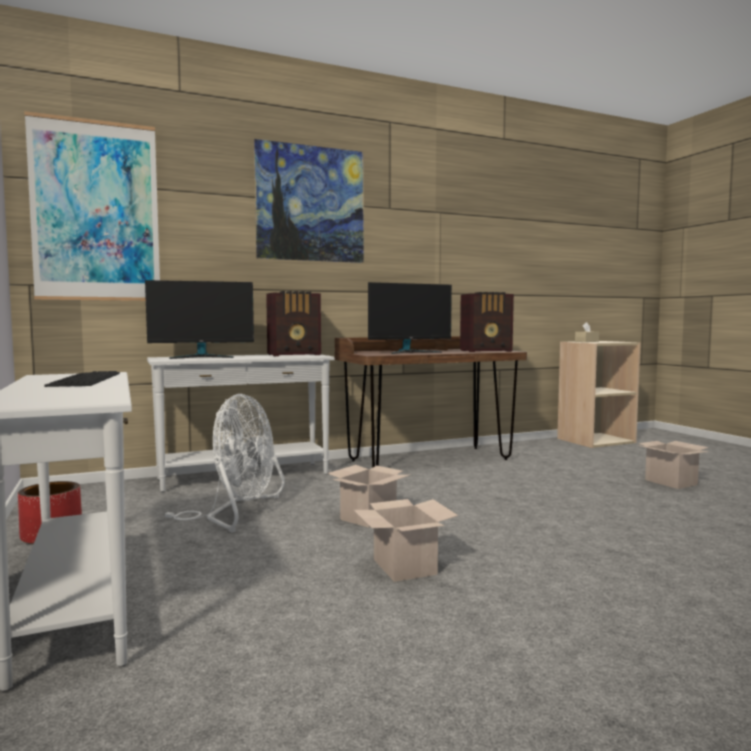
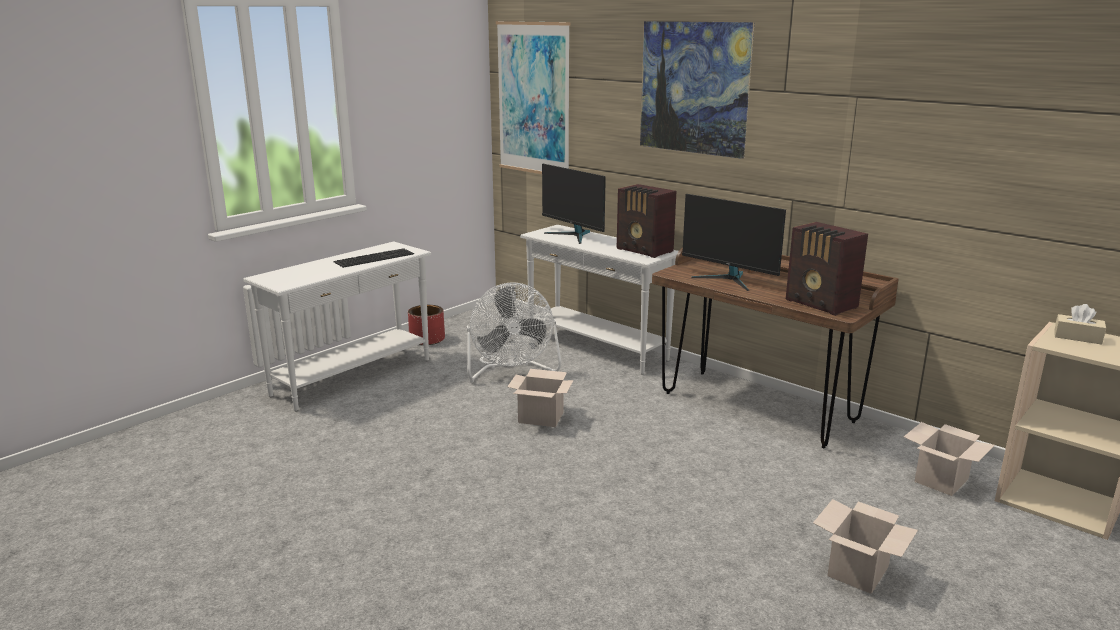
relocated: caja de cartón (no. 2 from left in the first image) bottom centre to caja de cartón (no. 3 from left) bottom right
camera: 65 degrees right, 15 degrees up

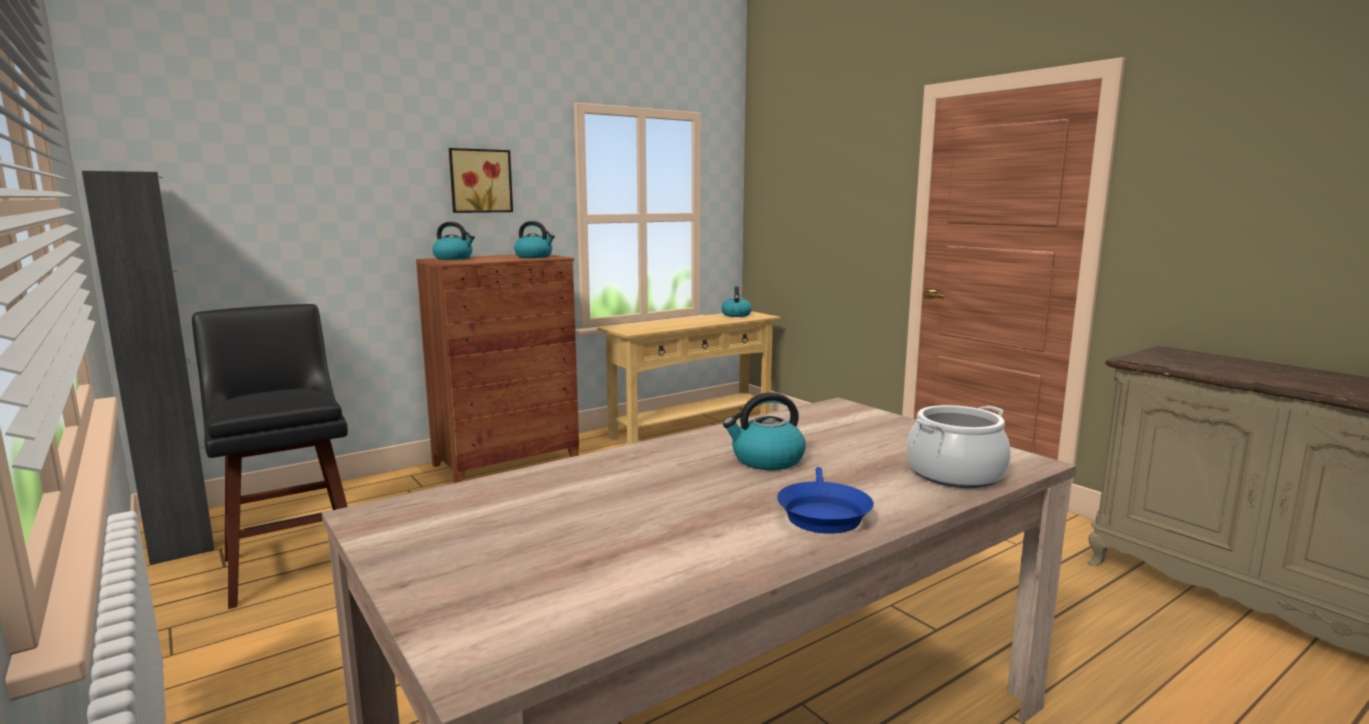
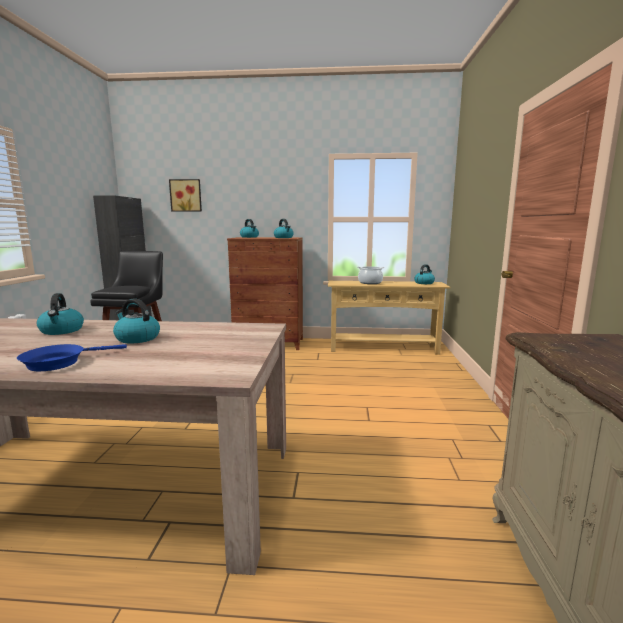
appeared: hervidor (no. 1 from left) middle left
relocated: cuadro top centre to top left; olla middle right to centre
camera: 40 degrees right, 0 degrees up

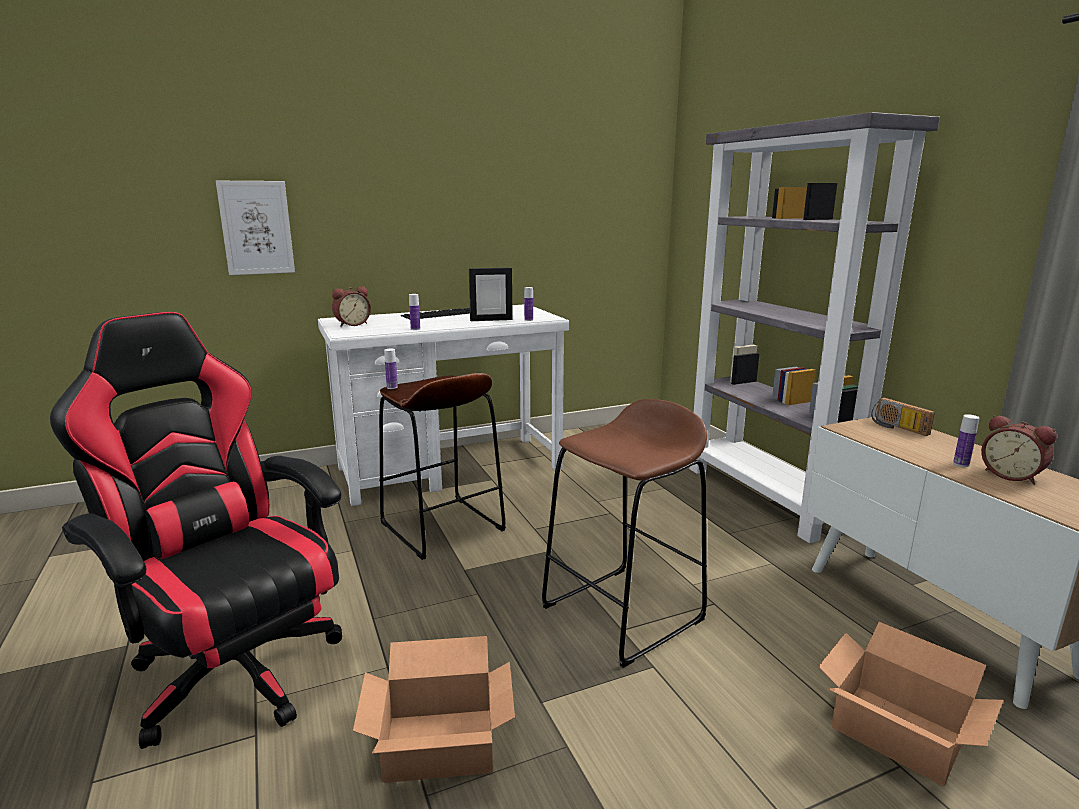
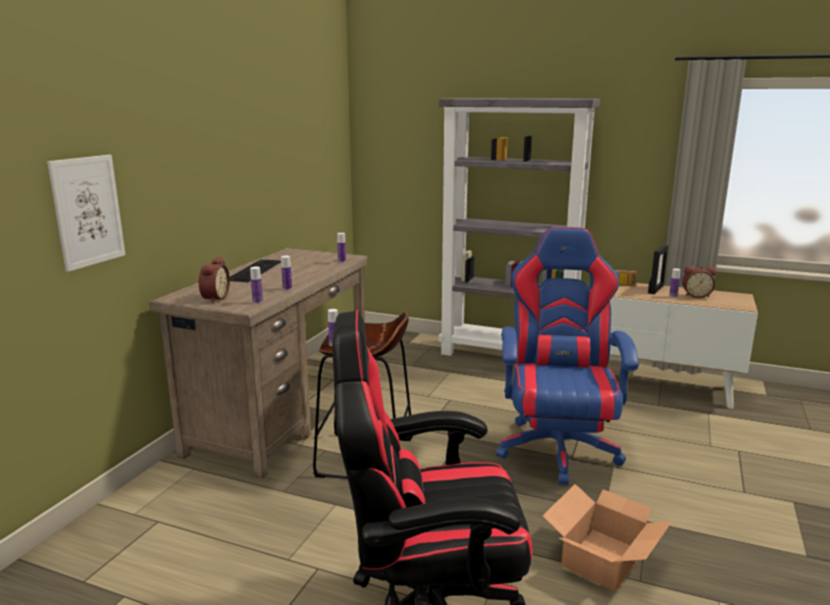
missing: caja de cartón (no. 2 from left) bottom right
appeared: botella (no. 1 from left) middle left
relocated: portarretratos centre to middle right
exchanged: taburete/marrón (no. 2 from left) centre to silla de oficina/azul middle right
colour: escritorio/blanco centre to escritorio/marrón middle left
camera: 45 degrees left, 0 degrees up

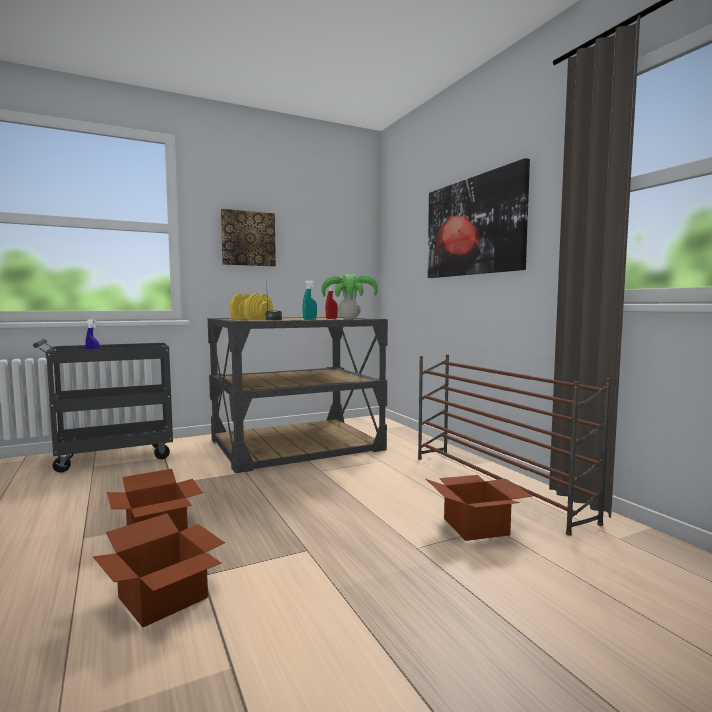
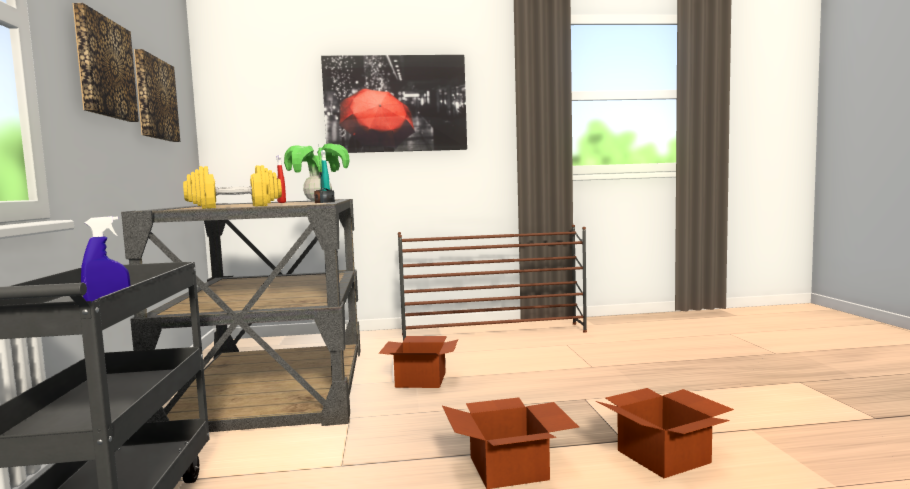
appeared: cuadro (no. 2 from left) top left
relocated: caja de cartón (no. 3 from left in the first image) bottom right to caja de cartón (no. 1 from left) bottom centre
camera: 70 degrees left, 0 degrees up

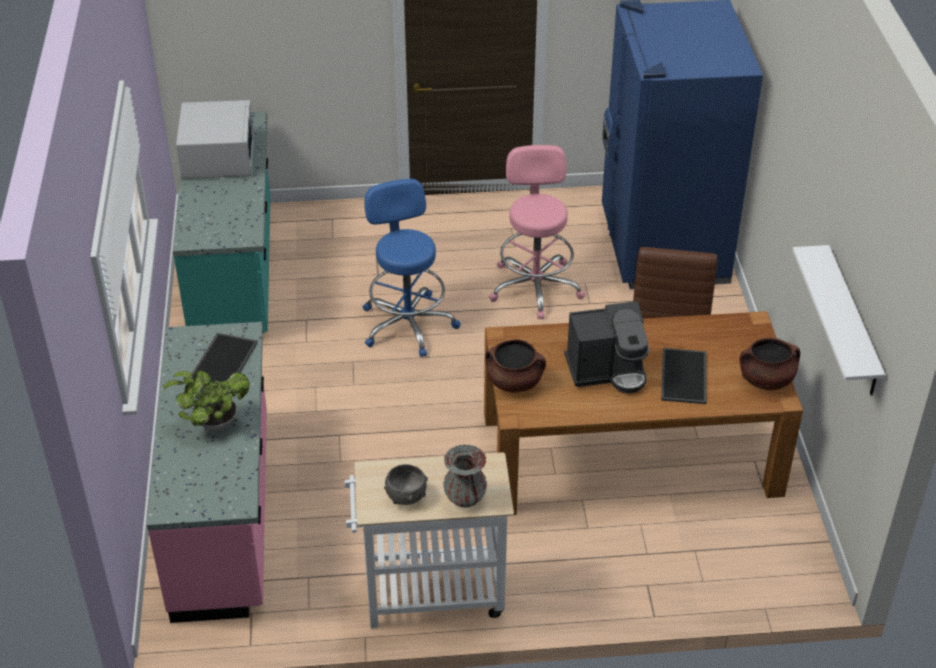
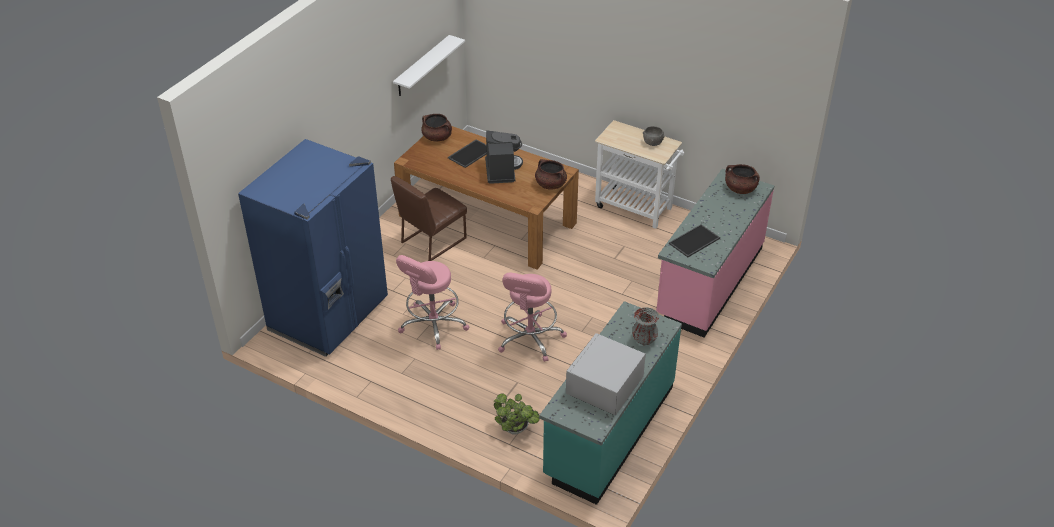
appeared: olla/marrón (no. 3 from left) middle right
relocated: planta en maceta middle left to bottom centre; florero/gris bottom centre to centre
colour: taburete/azul centre to taburete/rosa (no. 2 from left) centre
spun: cafetera centre = top centre 60 degrees clockwise
camera: 145 degrees left, 0 degrees up

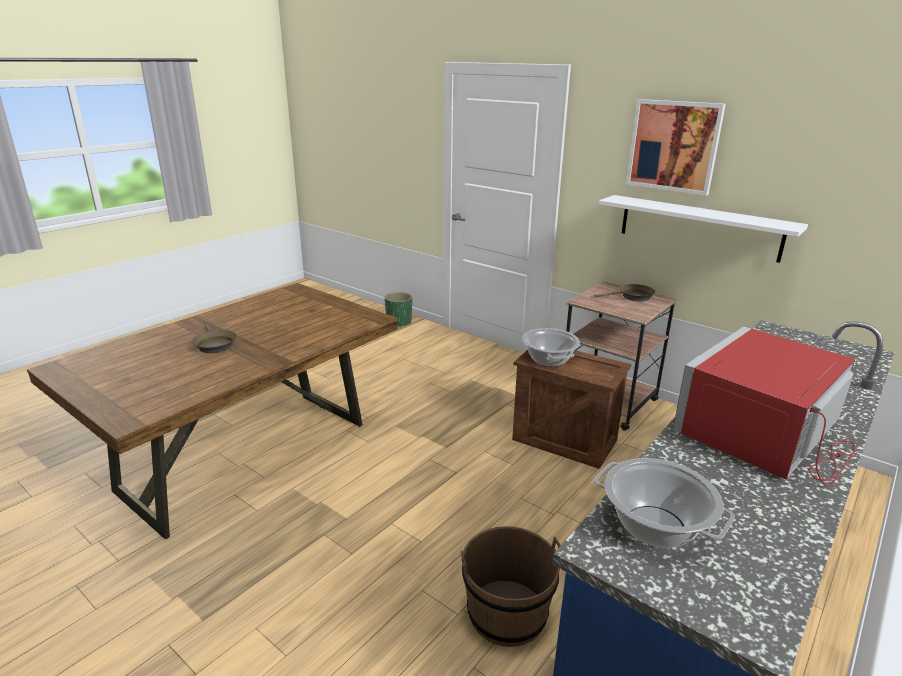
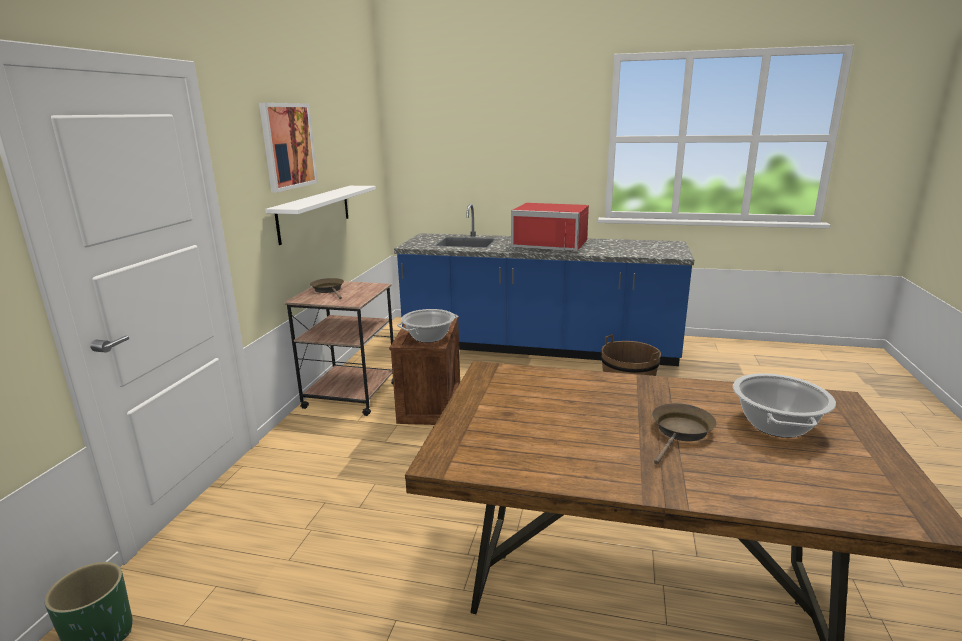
relocated: olla (no. 2 from left) bottom right to middle right
camera: 115 degrees left, 5 degrees down

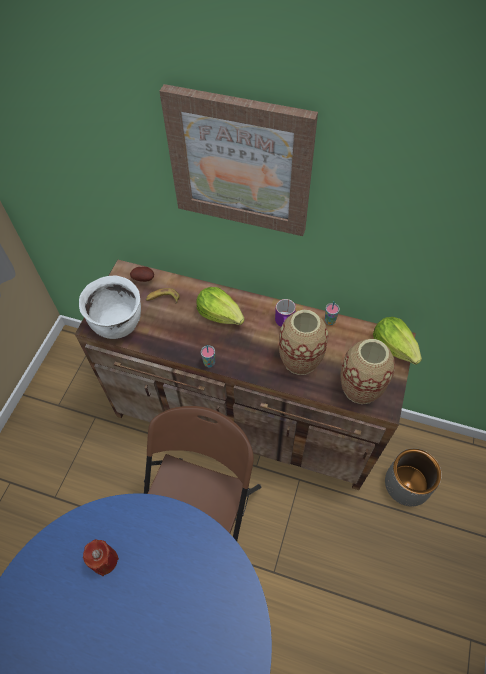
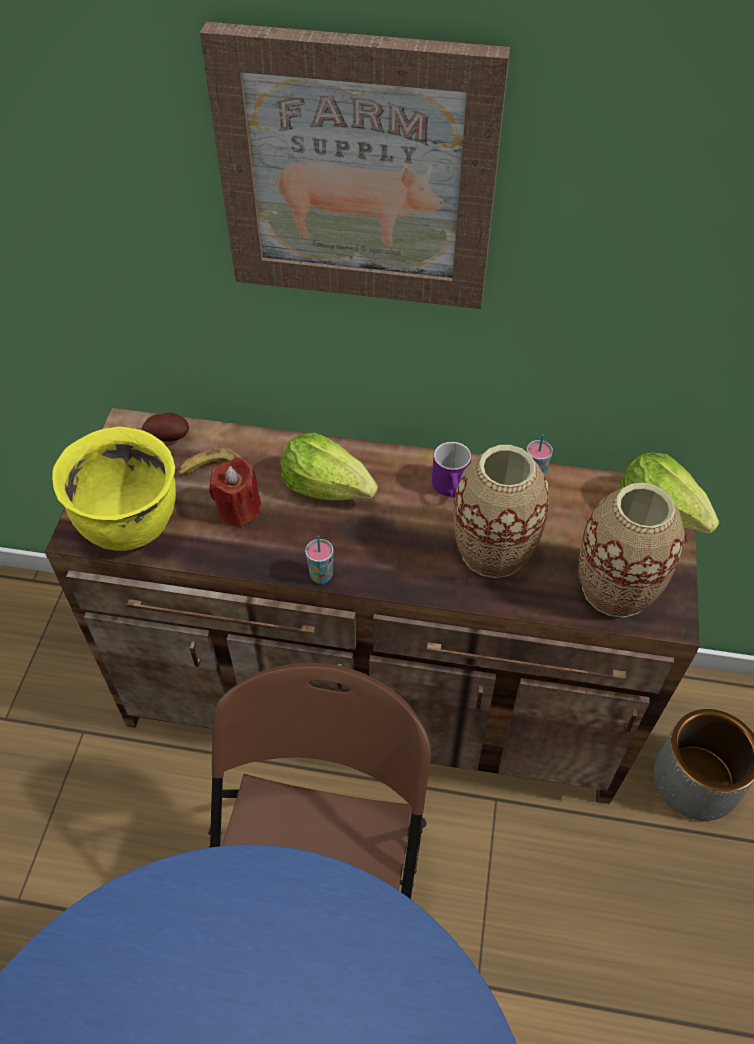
relocated: vela/rojo bottom left to middle left
colour: olla/blanco middle left to olla/amarillo middle left
camera: 10 degrees left, 5 degrees down

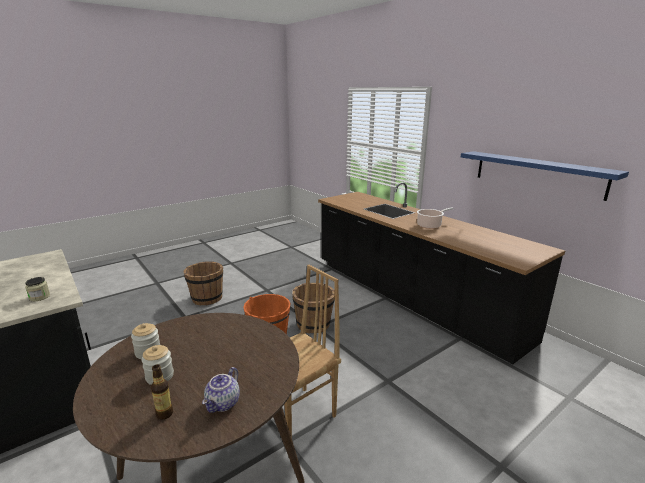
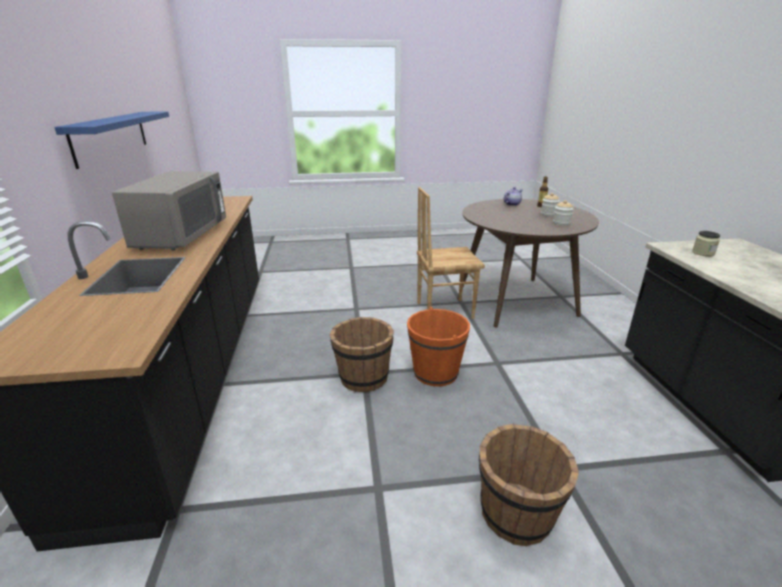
exchanged: olla middle right to microondas/gris middle left
camera: 150 degrees left, 5 degrees up

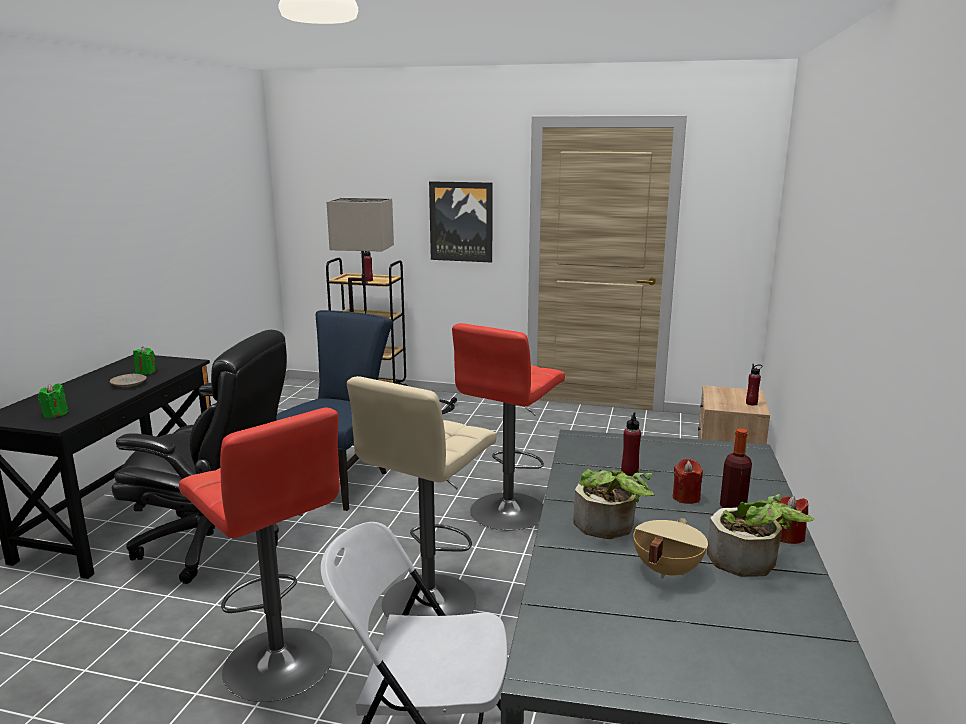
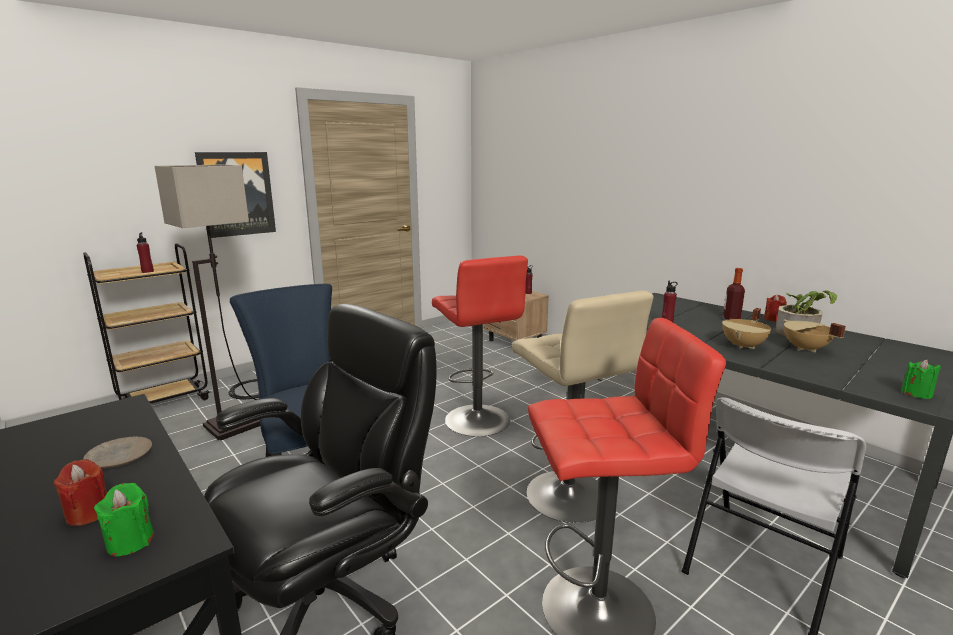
relocated: vela/verde (no. 2 from left) middle left to middle right; vela/rojo (no. 1 from left) middle right to bottom left
exchanged: planta en maceta (no. 1 from left) bottom centre to olla/beis (no. 1 from left) middle right
camera: 55 degrees left, 0 degrees up

